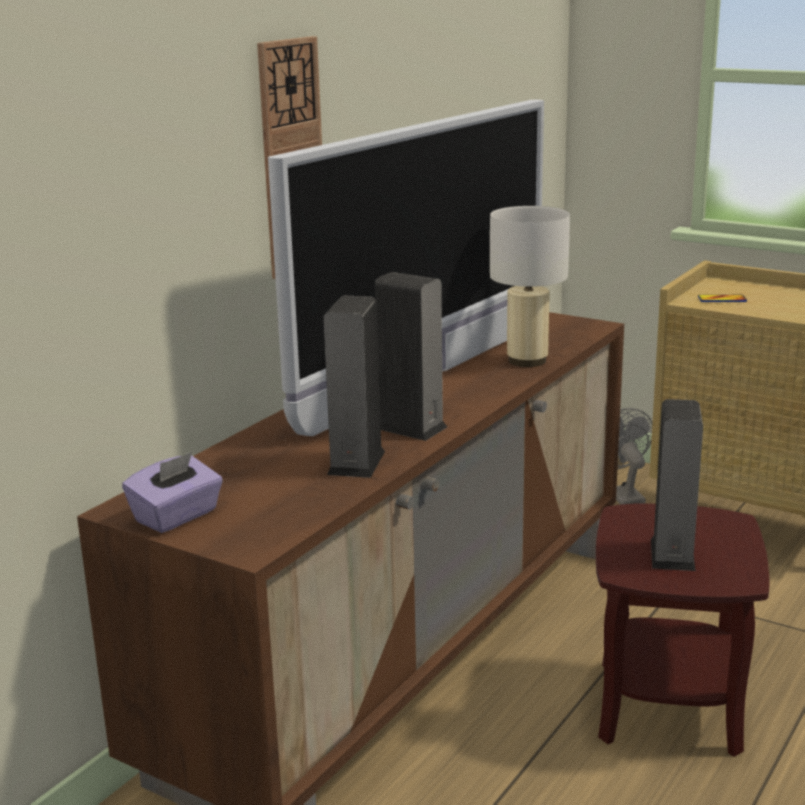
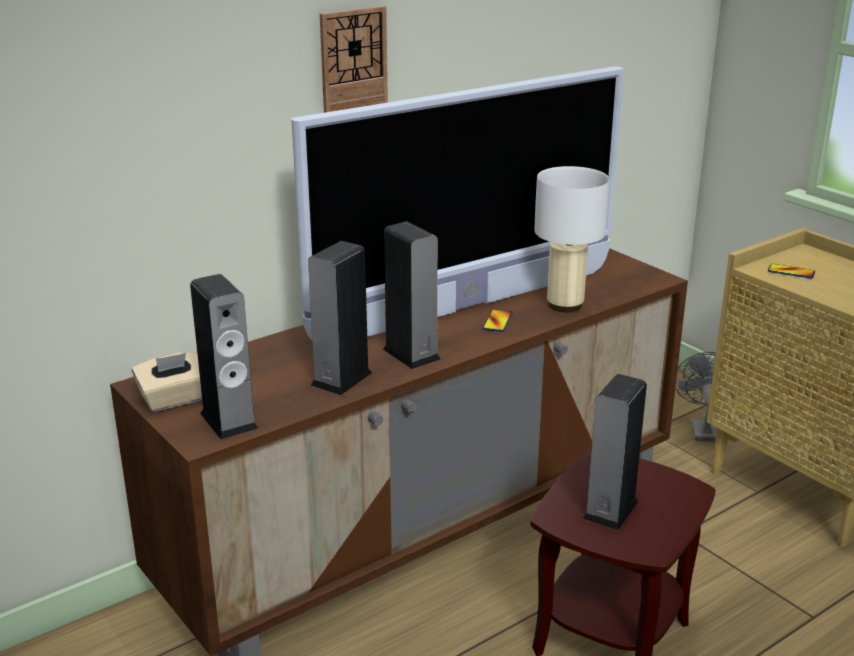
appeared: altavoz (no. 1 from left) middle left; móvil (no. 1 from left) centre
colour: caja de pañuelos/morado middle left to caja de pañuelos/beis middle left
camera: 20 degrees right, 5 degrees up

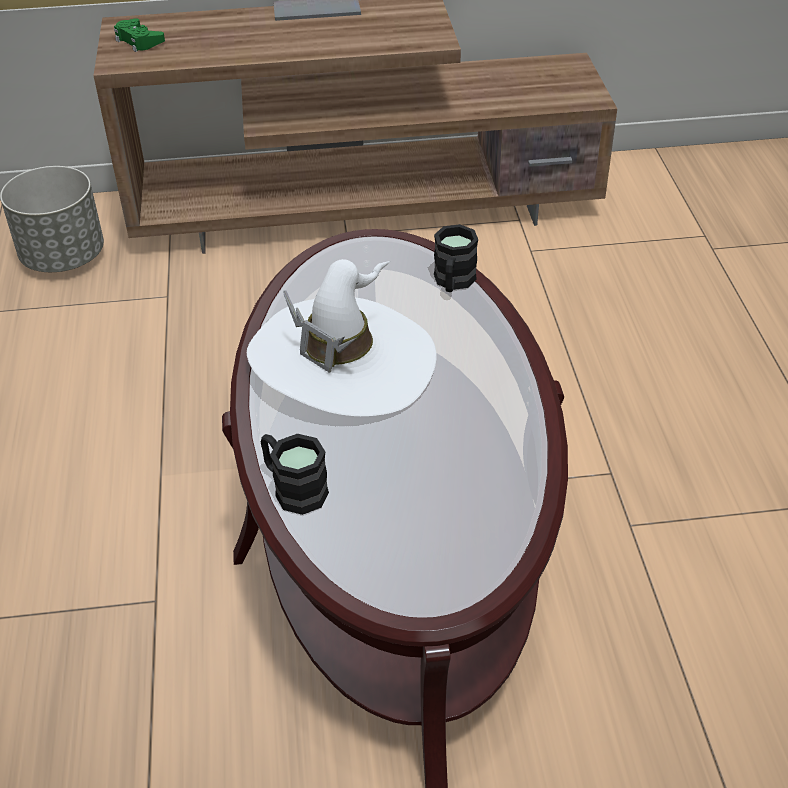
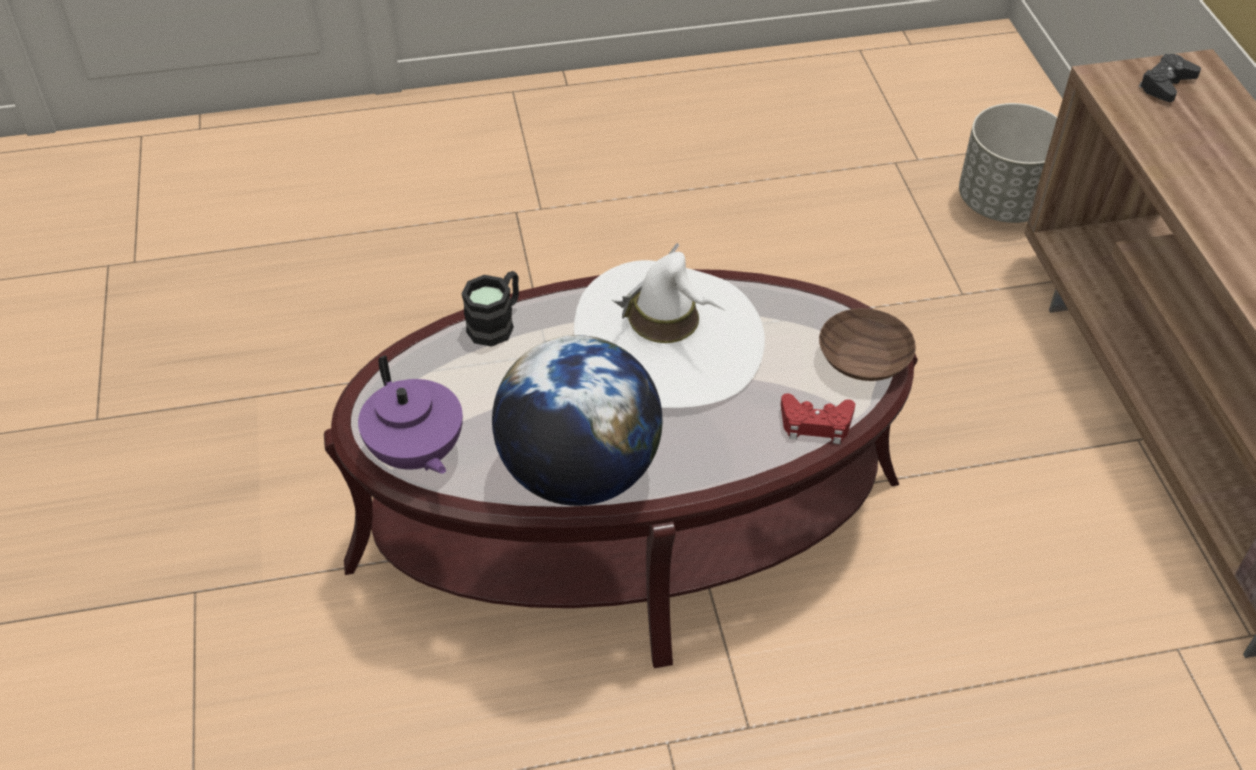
appeared: tetera/morado middle left; globo terráqueo centre; cuenco/marrón middle right
exchanged: taza grande/negro (no. 2 from left) top centre to mando de consola/rojo centre
colour: mando de consola/verde top left to mando de consola/negro top right
camera: 85 degrees right, 5 degrees up

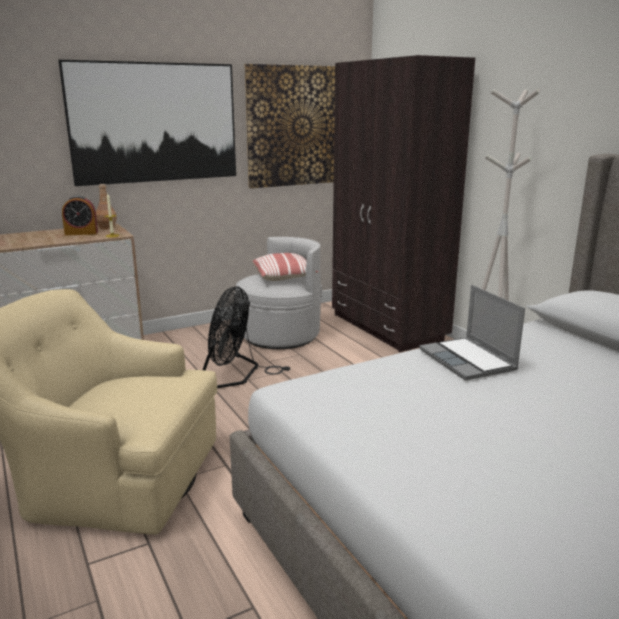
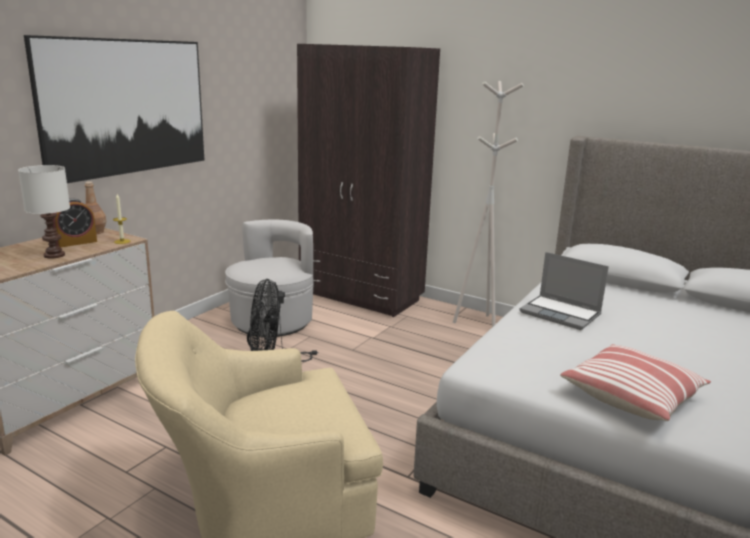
missing: cuadro (no. 2 from left) top centre
appeared: lámpara de mesa/blanco middle left
relocated: cojín centre to bottom right
camera: 30 degrees left, 0 degrees up

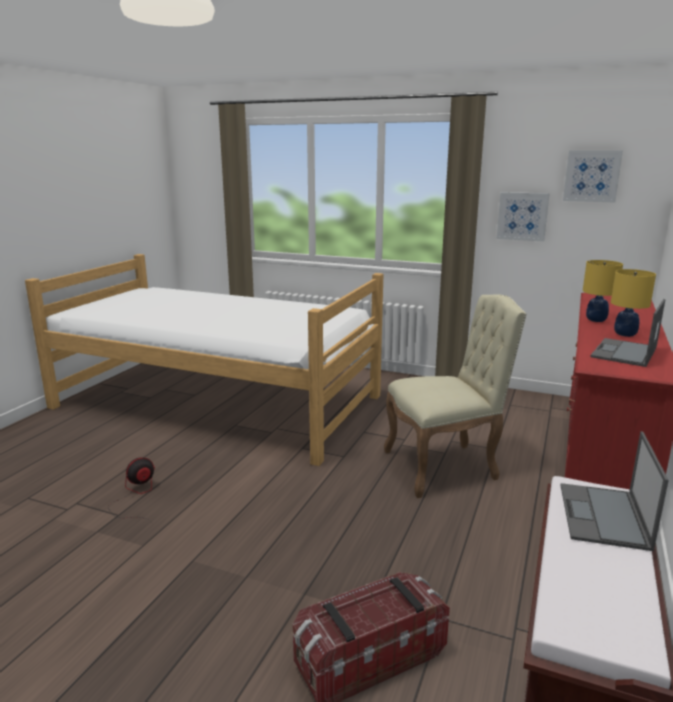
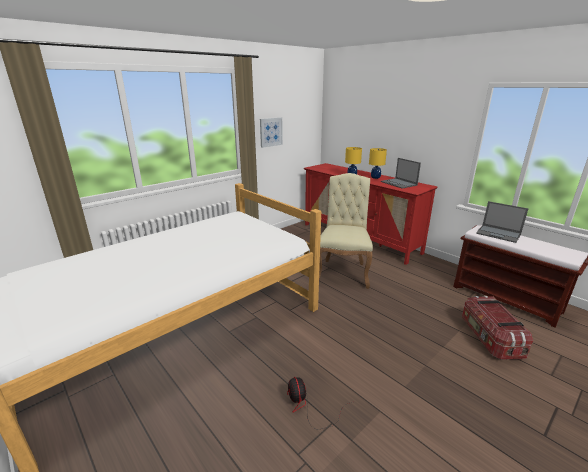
missing: cuadro (no. 2 from left) top right
camera: 65 degrees left, 5 degrees up

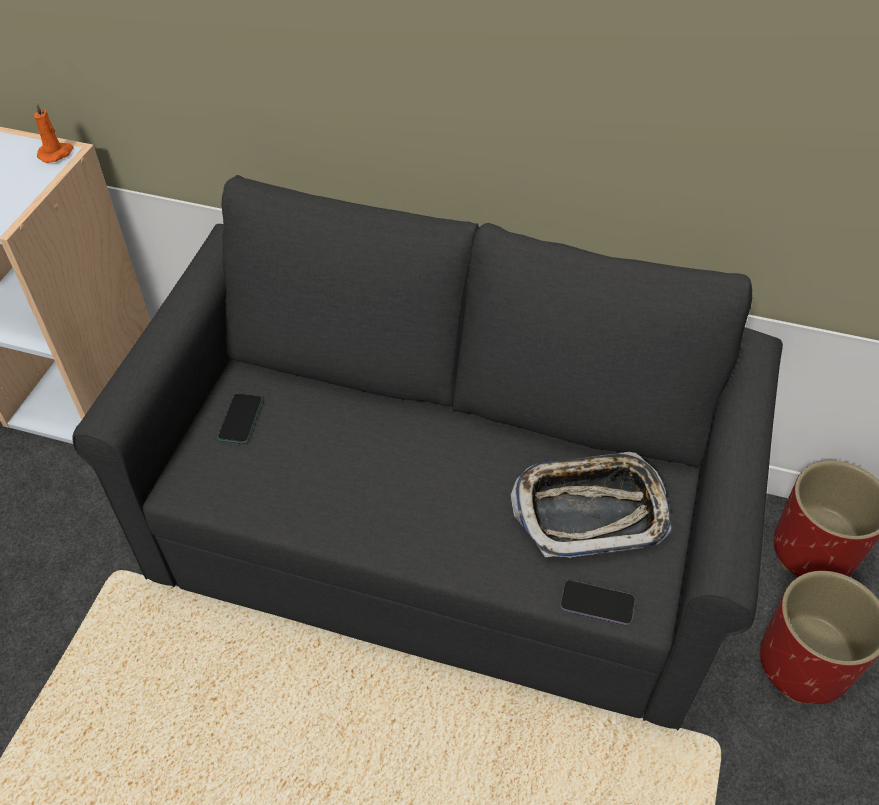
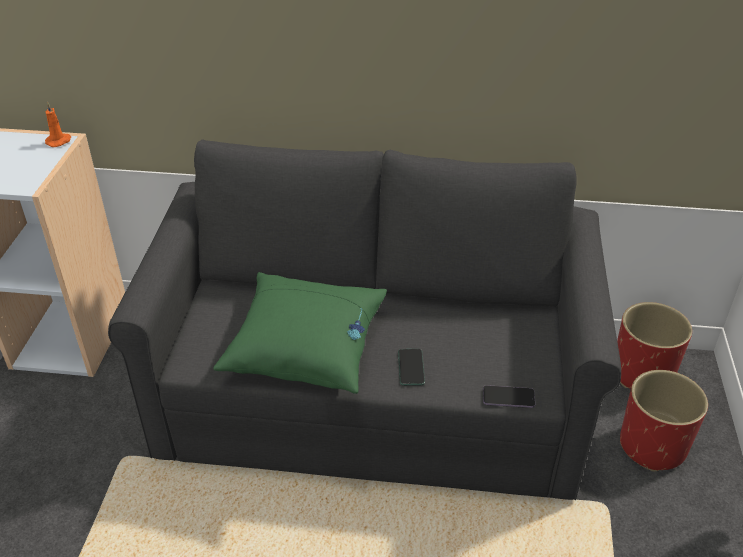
missing: bandeja middle right
appeared: cojín/verde centre
relocated: móvil (no. 1 from left) middle left to centre
camera: 10 degrees left, 10 degrees down

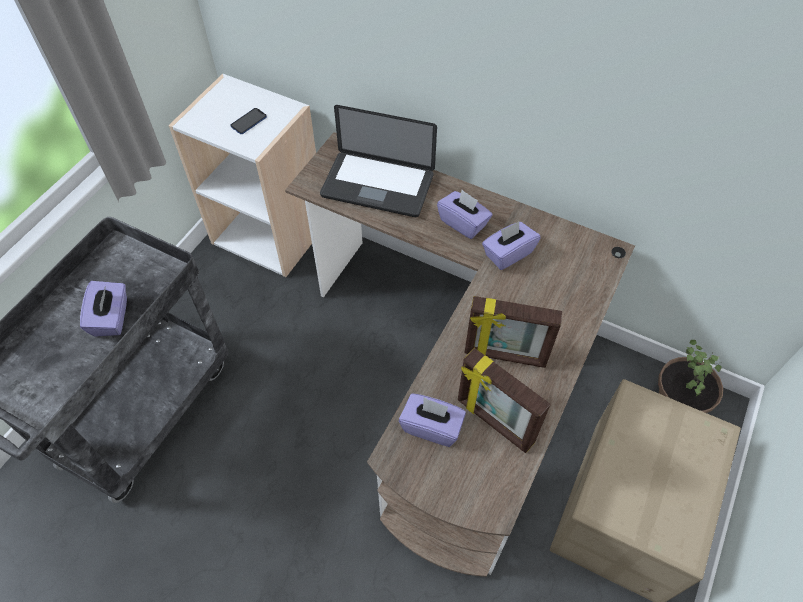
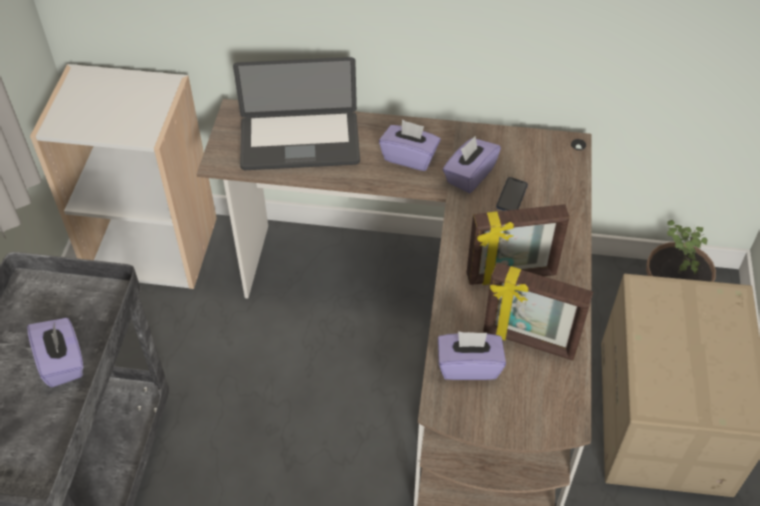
relocated: móvil top left to middle right
camera: 20 degrees left, 5 degrees down

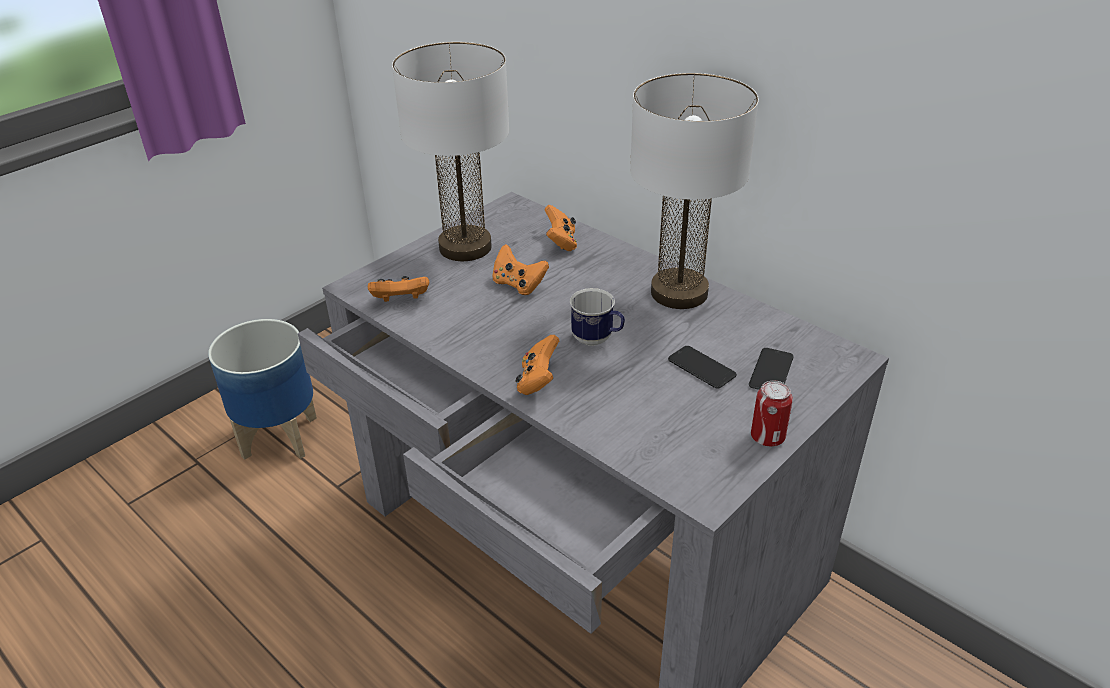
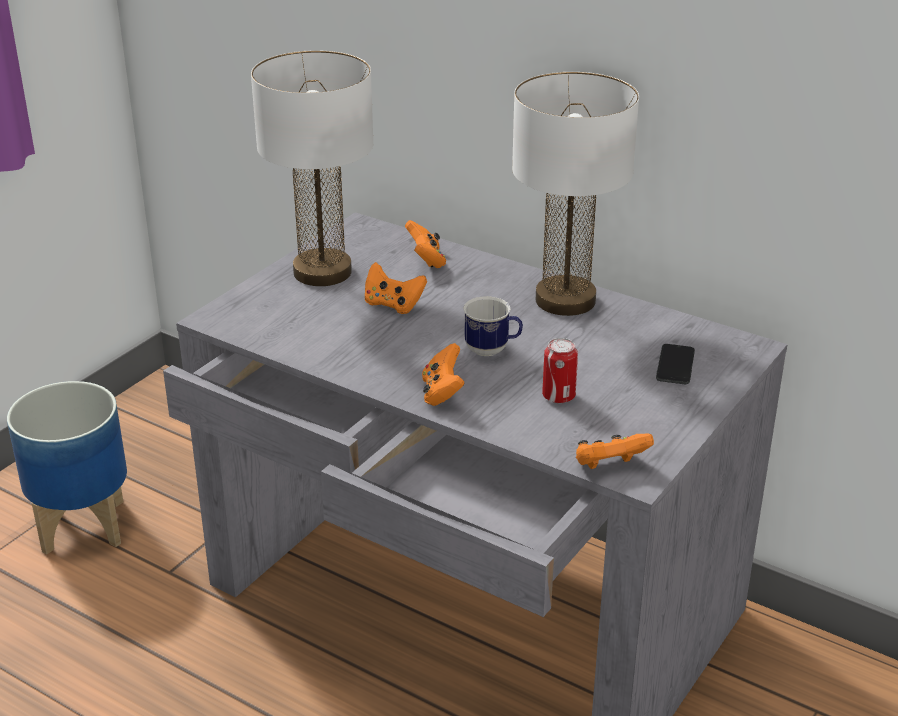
missing: móvil (no. 1 from left) centre
relocated: mando de consola/naranja (no. 1 from left in the first image) centre to mando de consola/naranja (no. 4 from left) middle right; lata middle right to centre
camera: 10 degrees left, 5 degrees down

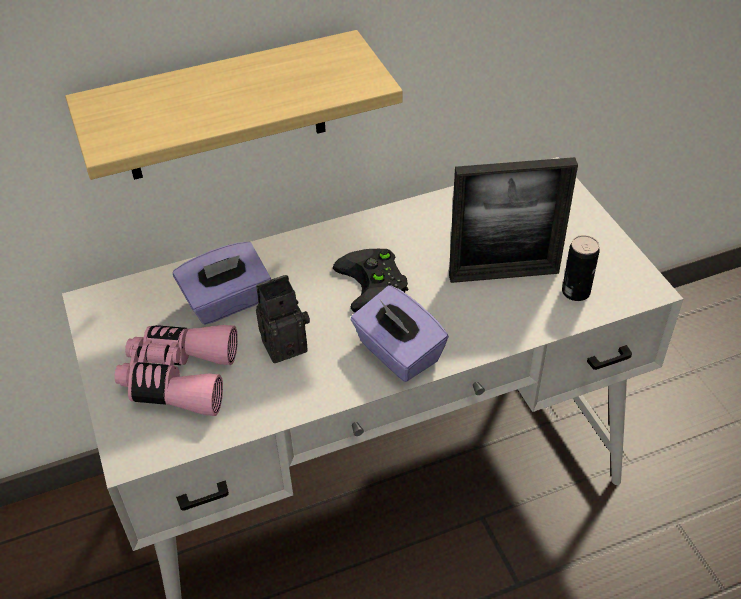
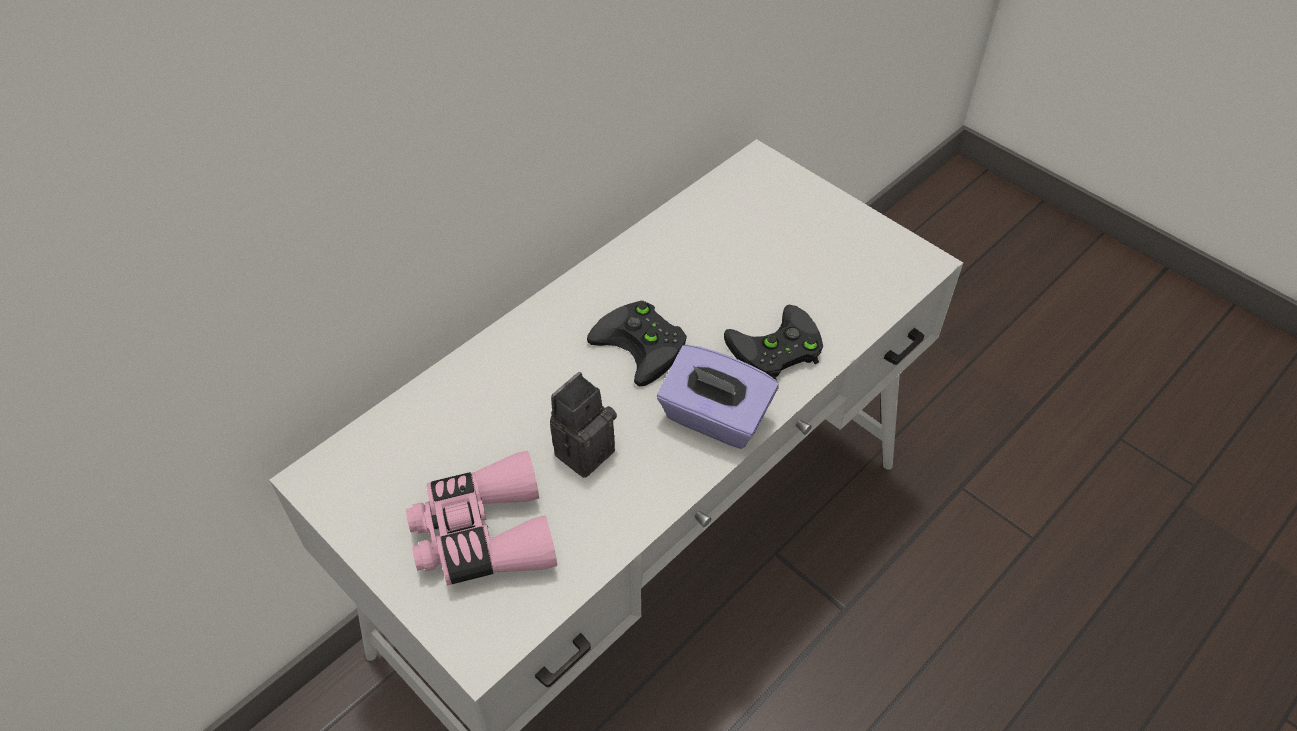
missing: estante top left; caja de pañuelos/morado (no. 1 from left) middle left; portarretratos middle right; lata middle right
appeared: mando de consola/negro (no. 2 from left) centre
camera: 25 degrees left, 5 degrees up

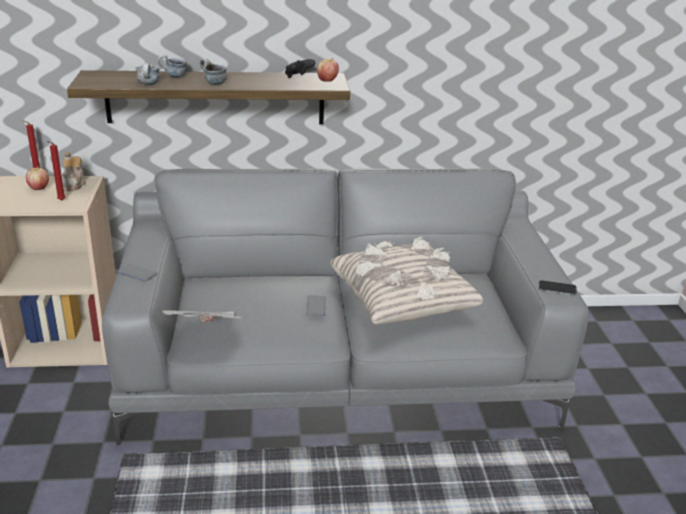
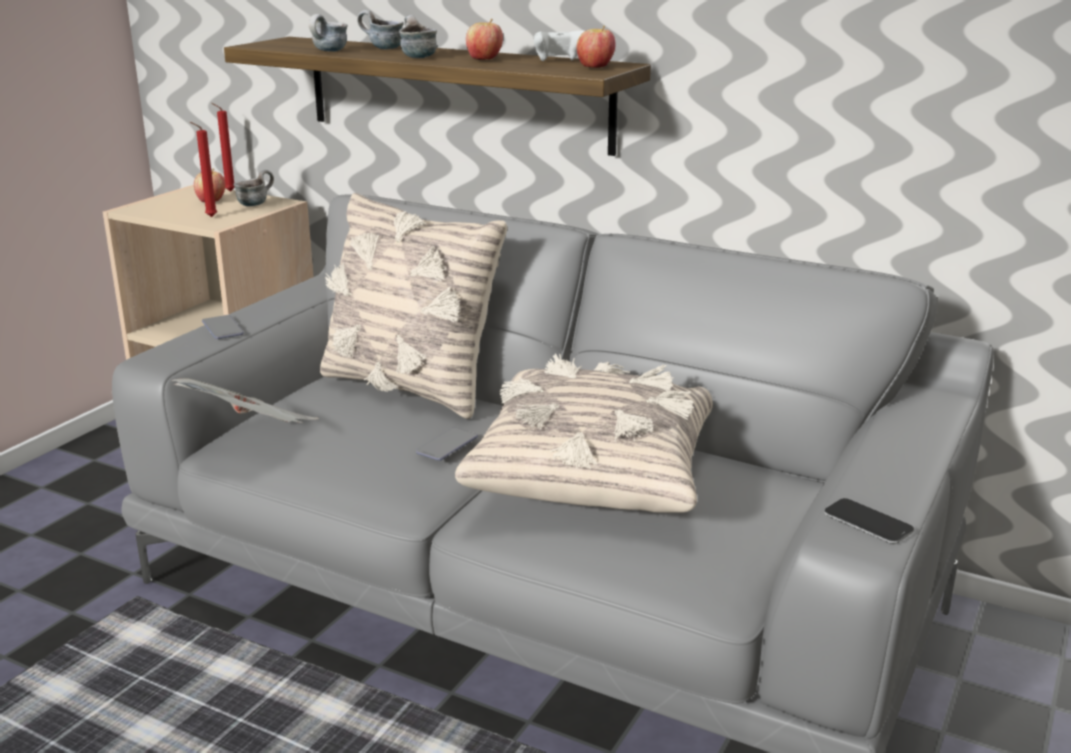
appeared: cojín/beis (no. 1 from left) centre; manzana (no. 2 from left) top centre
exchanged: tetera top left to taza grande (no. 1 from left) top left
colour: mando de consola/negro top centre to mando de consola/blanco top centre
camera: 35 degrees right, 5 degrees down

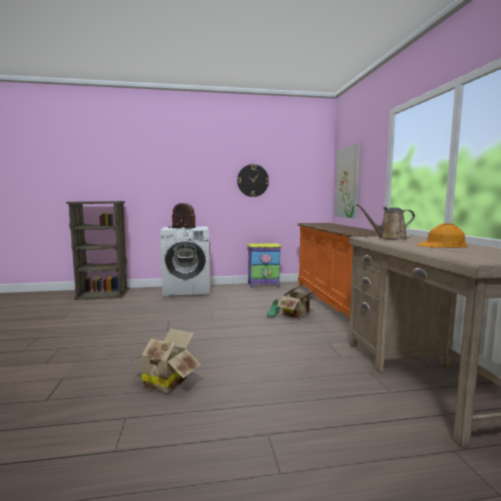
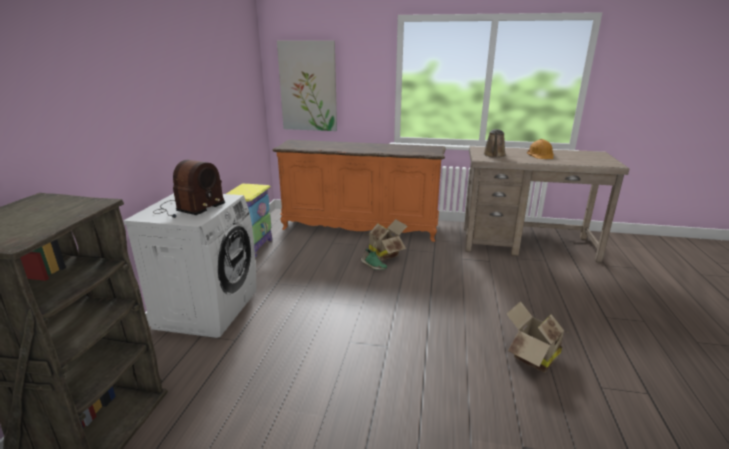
missing: reloj de pared centre
camera: 70 degrees left, 15 degrees up

